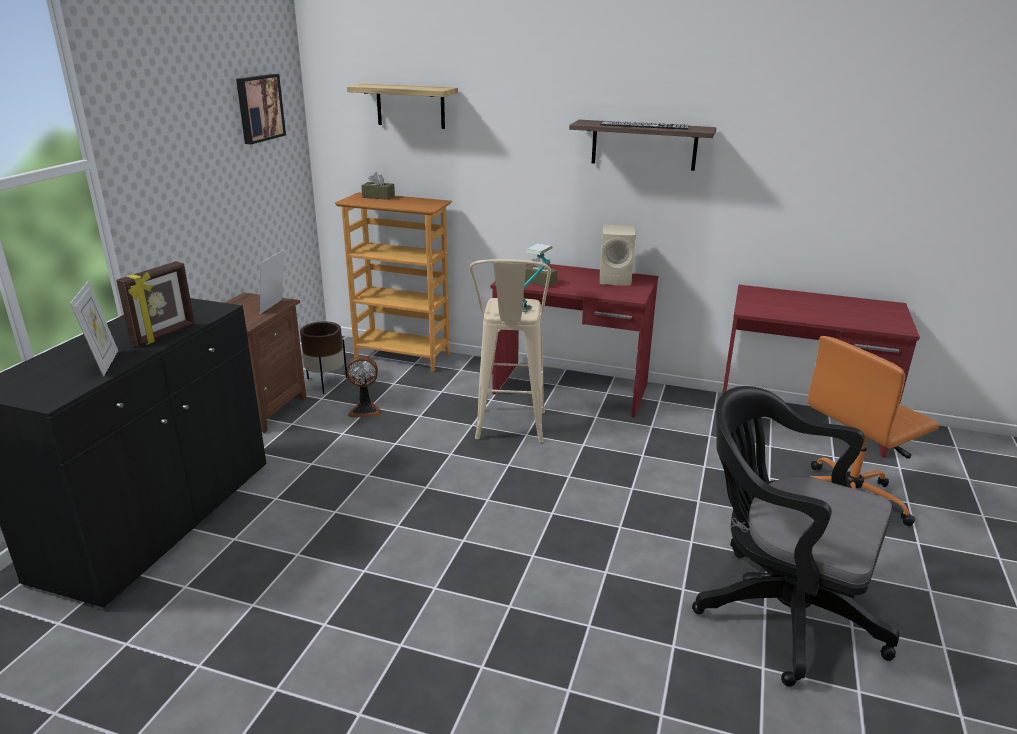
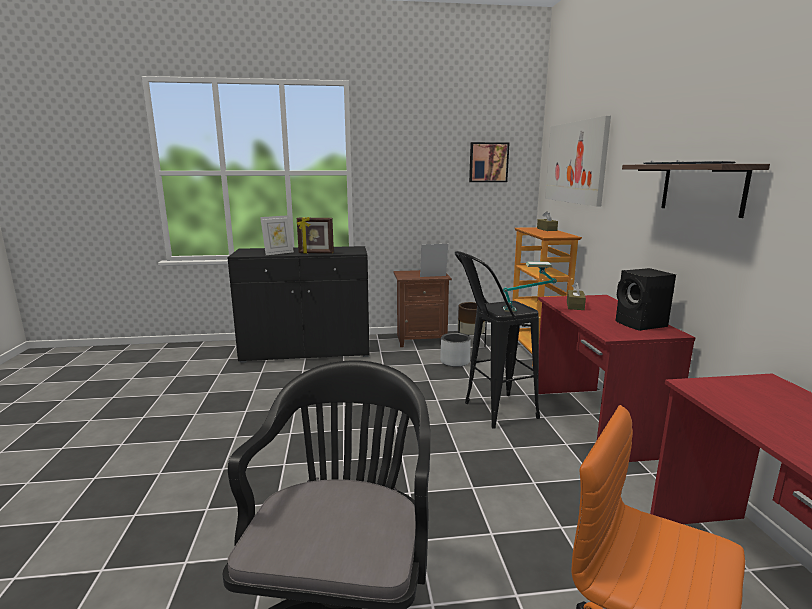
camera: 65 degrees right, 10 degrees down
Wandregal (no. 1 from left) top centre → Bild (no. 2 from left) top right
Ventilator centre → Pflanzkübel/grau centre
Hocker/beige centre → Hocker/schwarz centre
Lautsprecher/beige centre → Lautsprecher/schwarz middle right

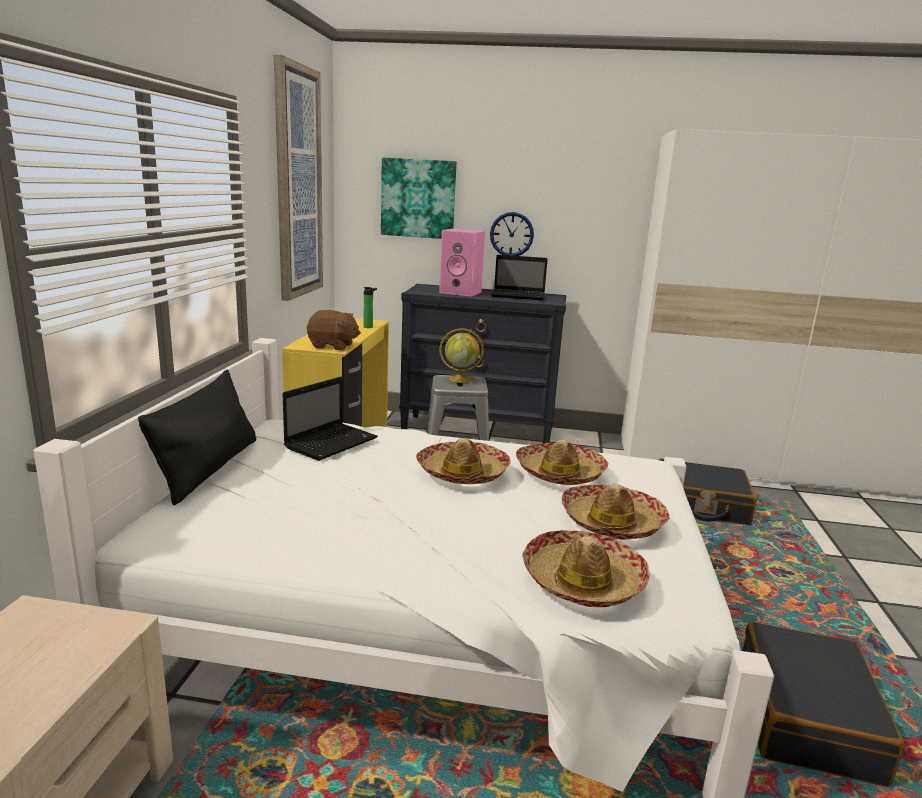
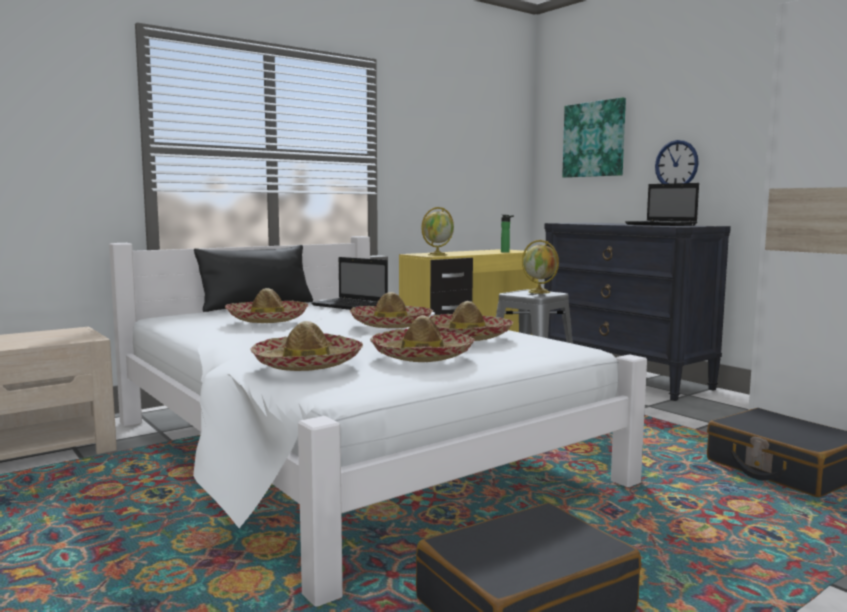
camera: 45 degrees right, 10 degrees down
Bild (no. 1 from left) top left → -
Lautsprecher/rosa top centre → -
- → Hut (no. 1 from left) middle left
Plüschtier/braun centre → Globus (no. 1 from left) centre
Laptop (no. 1 from left) centre, 45 degrees clockwise

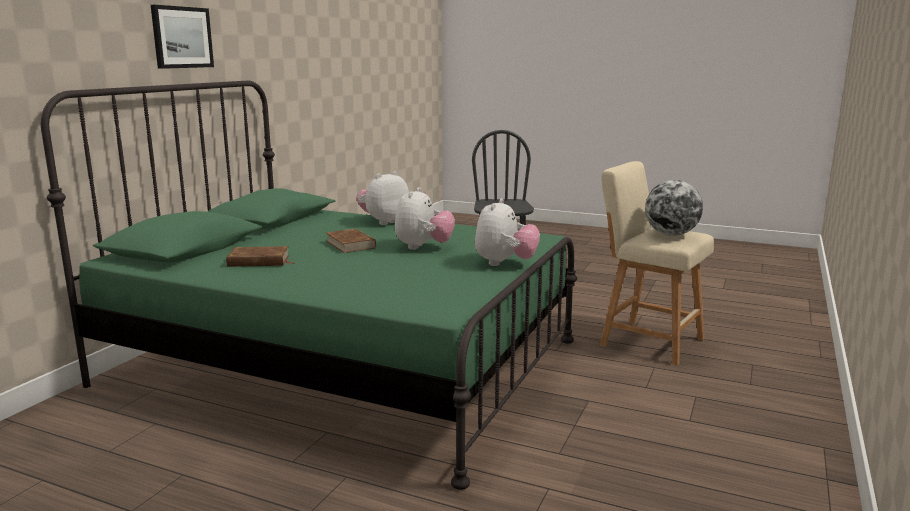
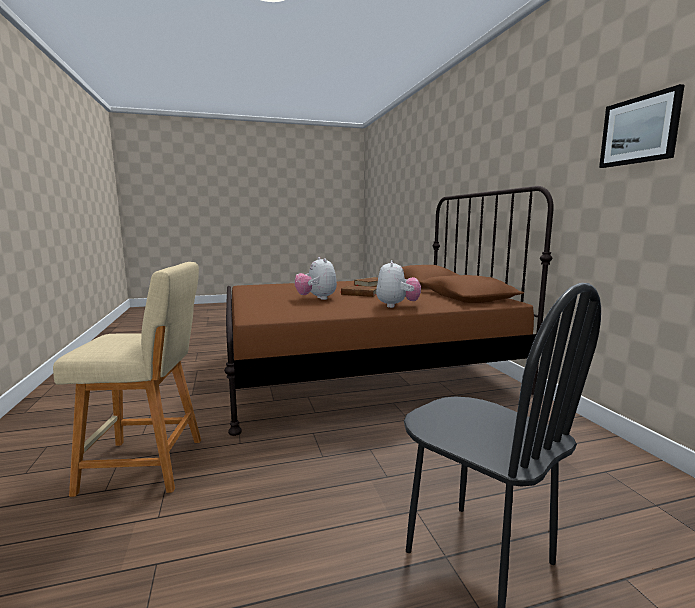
camera: 140 degrees right, 5 degrees down
Plüschtier (no. 3 from left) centre → -
Globus middle right → -
Bild top left → Bild top right, shifted
Bett/grün centre → Bett/braun centre

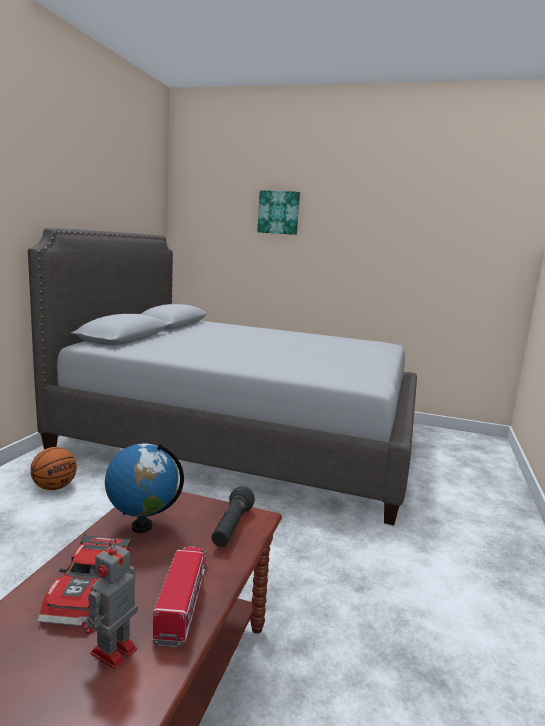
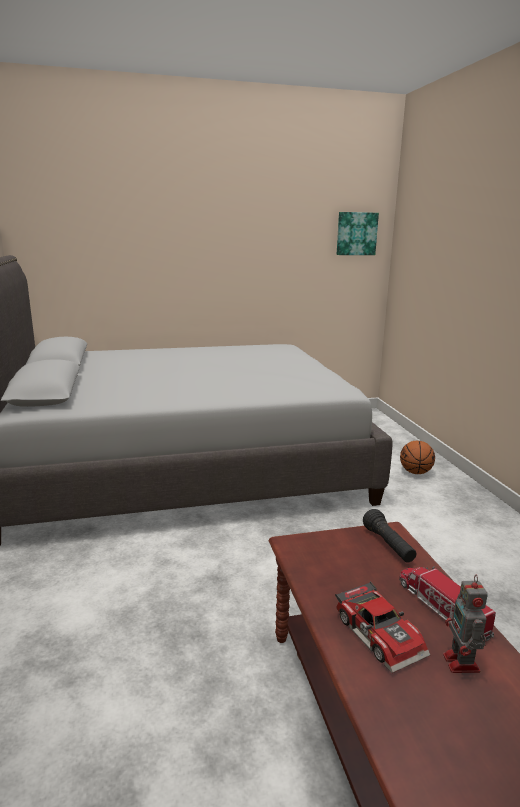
camera: 30 degrees left, 5 degrees up
Globus bottom left → -
Basketball middle left → Basketball middle right, shifted
Bild top centre → Bild top right, shifted

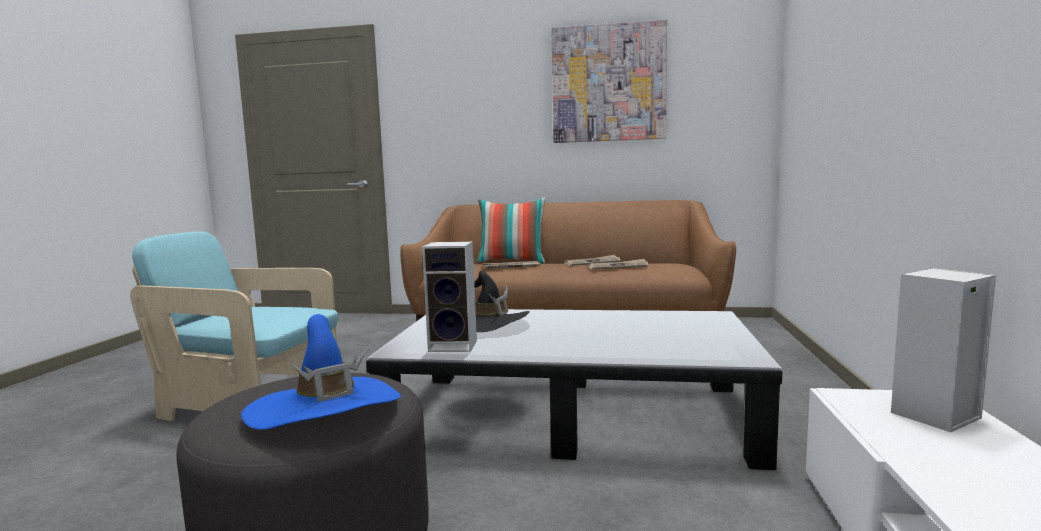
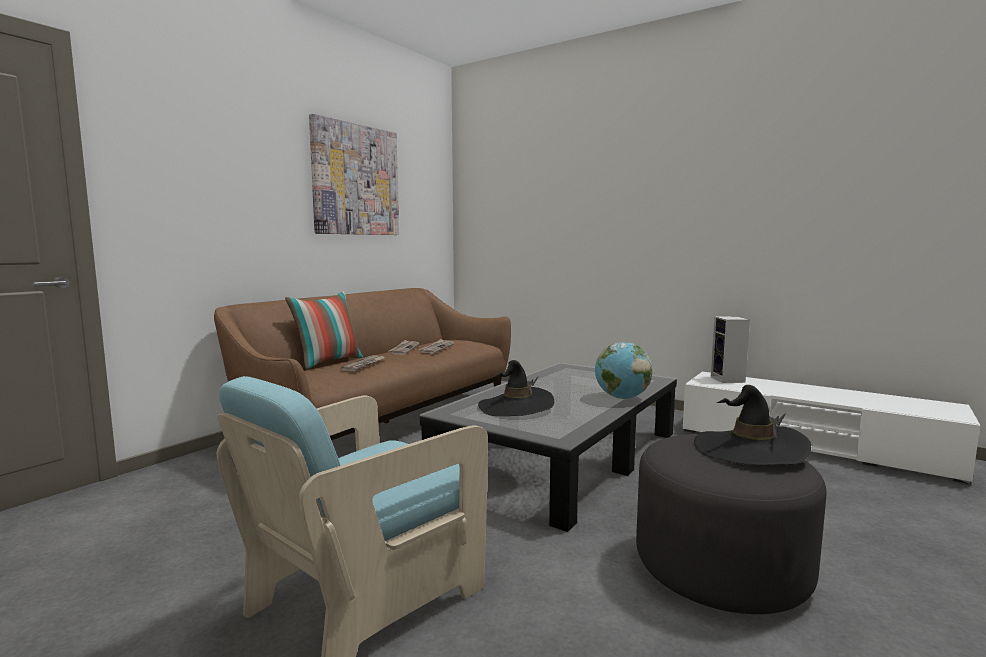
camera: 65 degrees left, 0 degrees up
Lautsprecher (no. 1 from left) centre → -
- → Globus centre
Hut/blau bottom left → Hut/schwarz (no. 2 from left) middle right

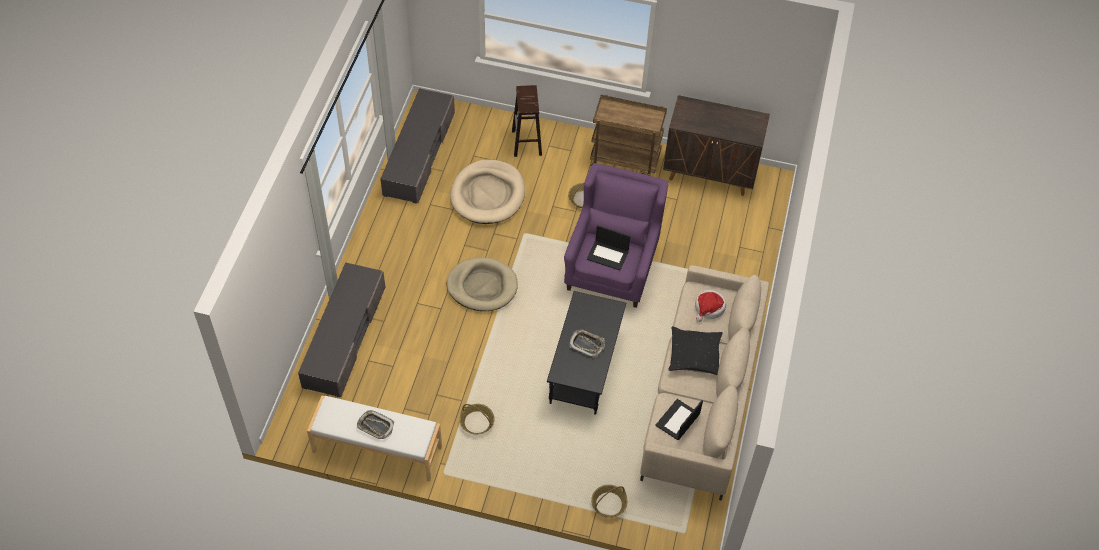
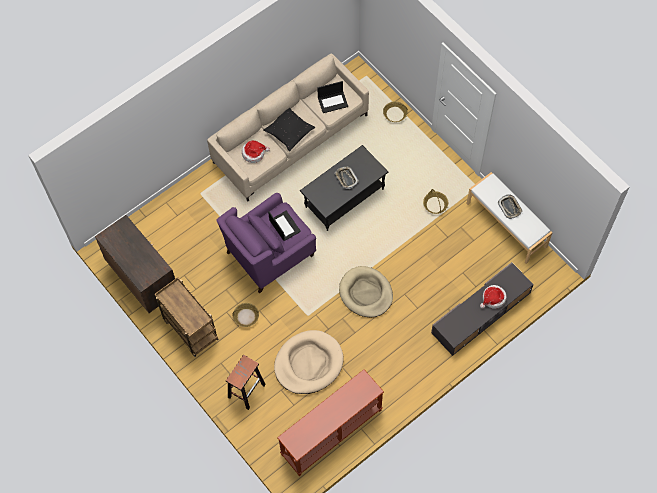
camera: 140 degrees left, 10 degrees up
- → Hut (no. 2 from left) middle right
Fernsehschrank/grau (no. 2 from left) top centre → Konsolentisch/braun bottom centre

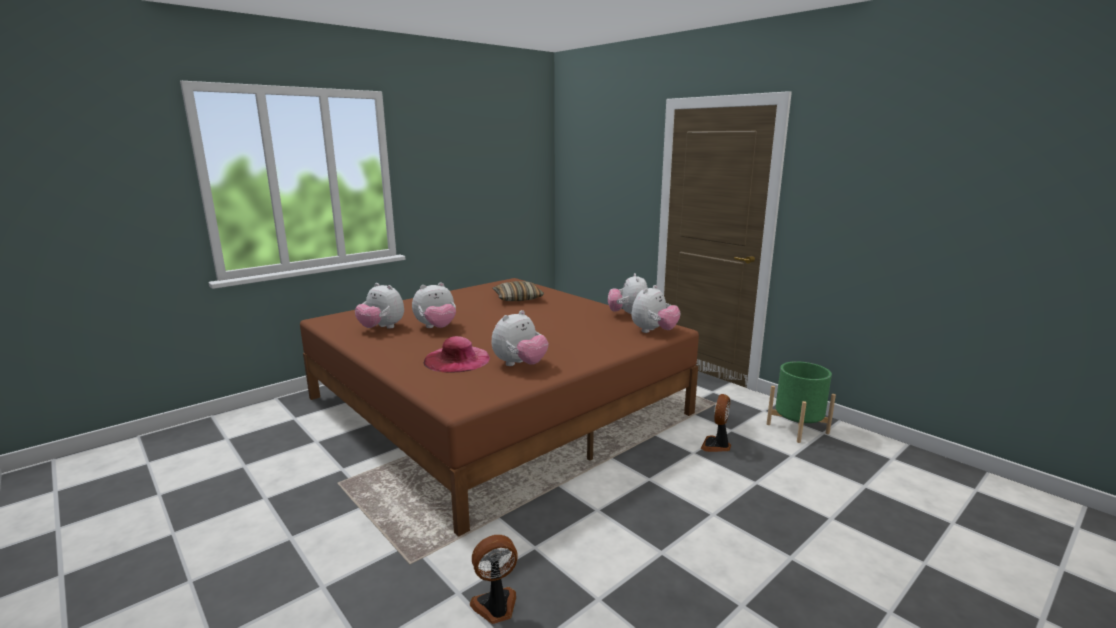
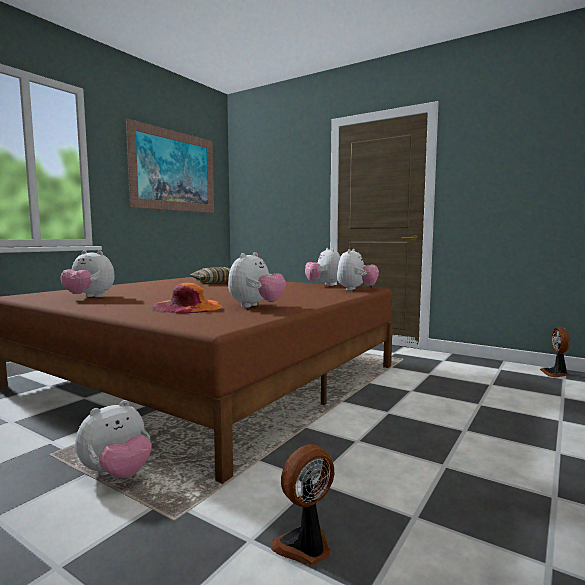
camera: 15 degrees left, 10 degrees down
Pflanzkübel/grün middle right → -
- → Bild top left
Plüschtier (no. 2 from left) centre → Plüschtier (no. 2 from left) bottom left, shifted
Ventilator (no. 2 from left) bottom centre → Ventilator (no. 2 from left) middle right, shifted
Hut/rosa centre → Hut/orange middle left

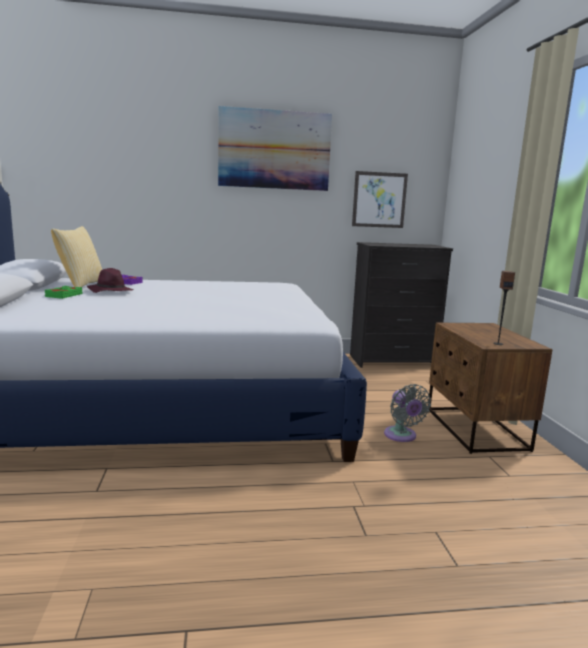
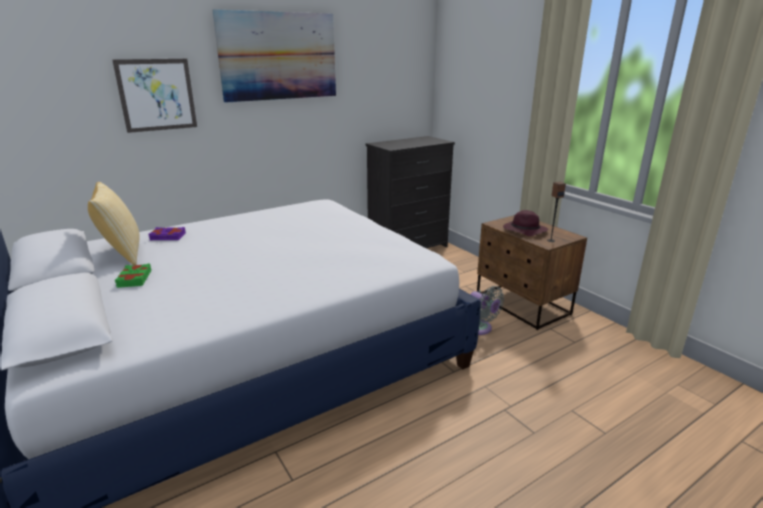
camera: 25 degrees left, 10 degrees up
Hut/lila middle left → Hut/lila middle right, shifted
Bild (no. 2 from left in the first image) top centre → Bild (no. 1 from left) top left, shifted

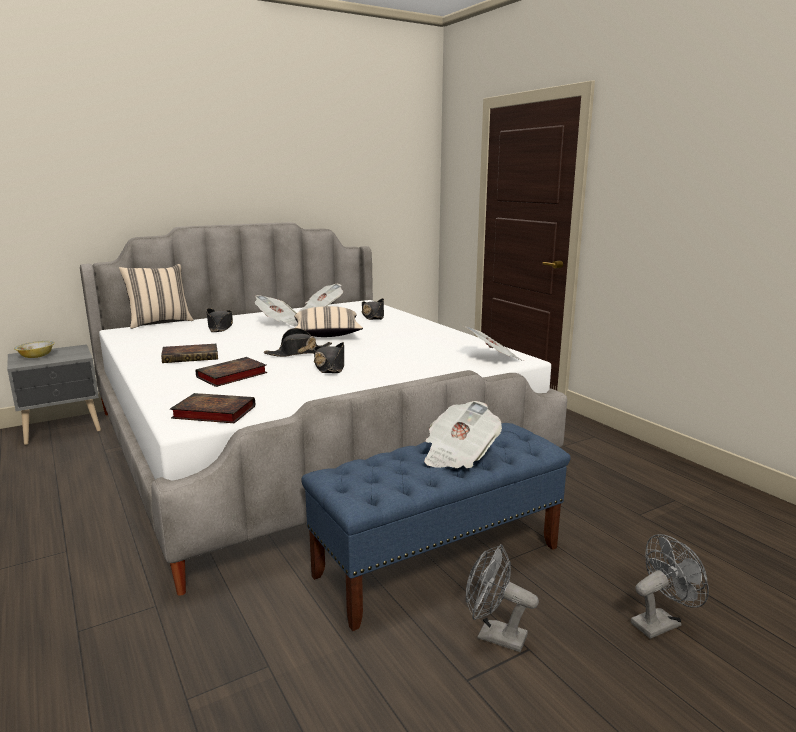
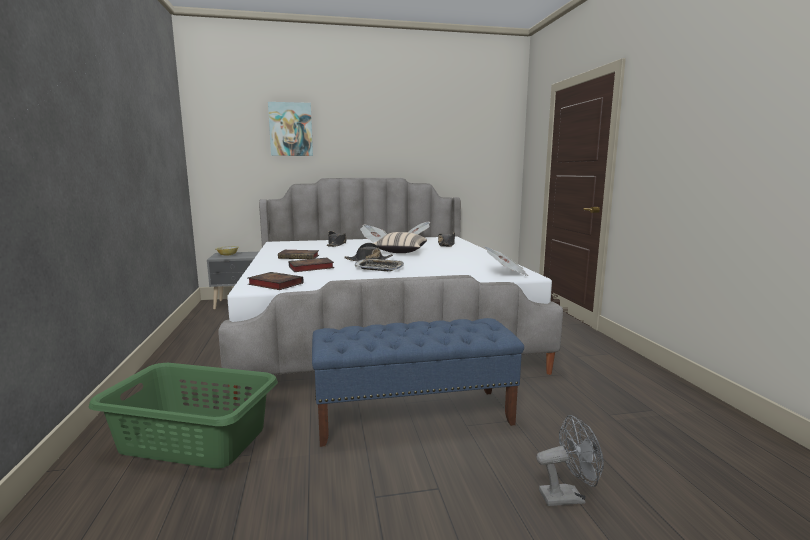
camera: 20 degrees right, 5 degrees down
Kissen/beige (no. 1 from left) middle left → -
Zeitung (no. 3 from left) centre → -
Ventilator/grau (no. 1 from left) bottom centre → -
- → Wäschekorb/grün bottom left
- → Bild top centre
Hut/schwarz (no. 3 from left) centre → Tablett centre

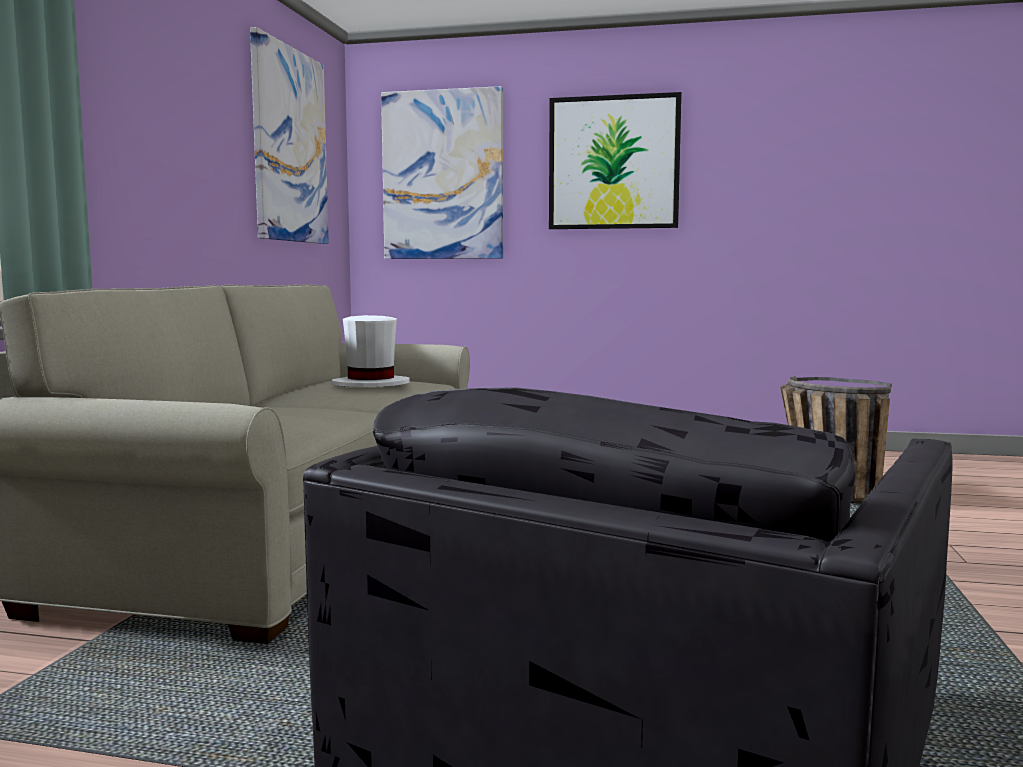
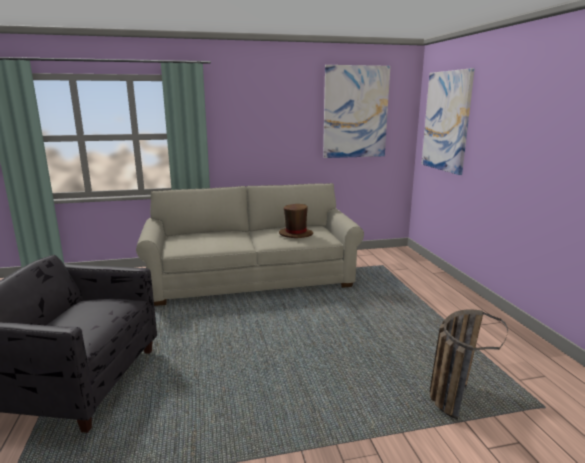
camera: 65 degrees right, 10 degrees up
Bild (no. 3 from left) top centre → -
Hut/weiß centre → Hut/braun centre

